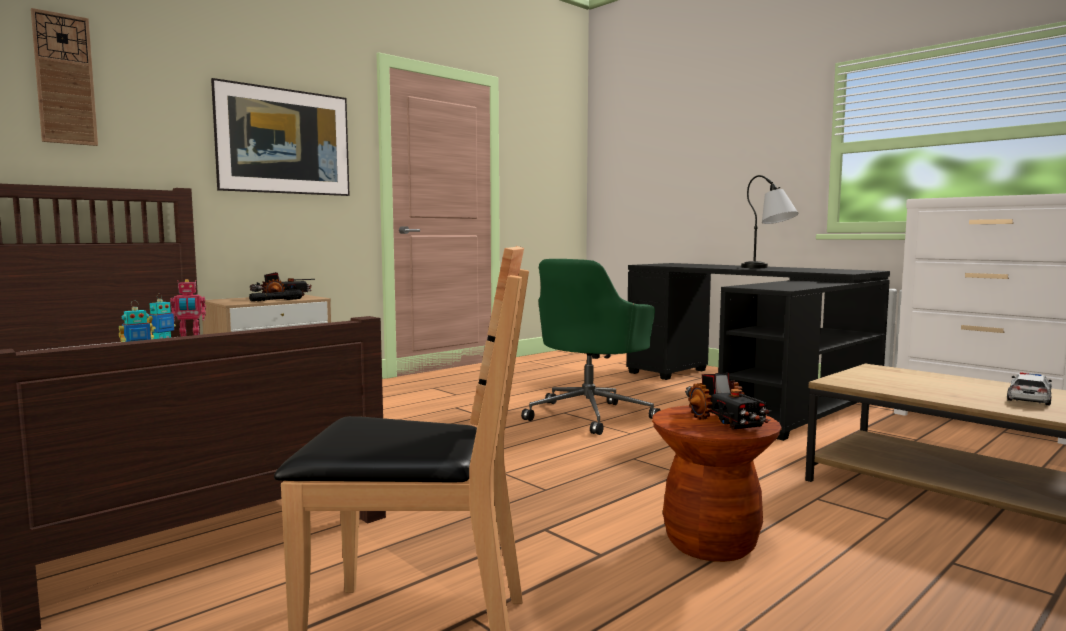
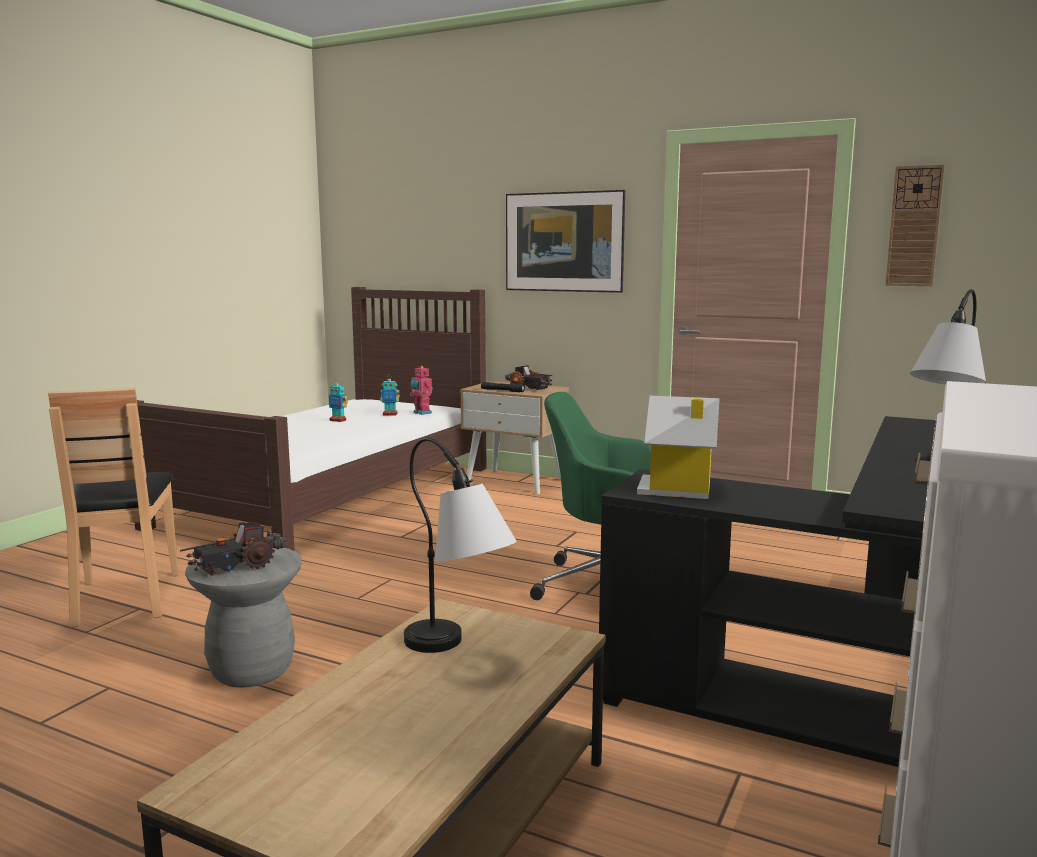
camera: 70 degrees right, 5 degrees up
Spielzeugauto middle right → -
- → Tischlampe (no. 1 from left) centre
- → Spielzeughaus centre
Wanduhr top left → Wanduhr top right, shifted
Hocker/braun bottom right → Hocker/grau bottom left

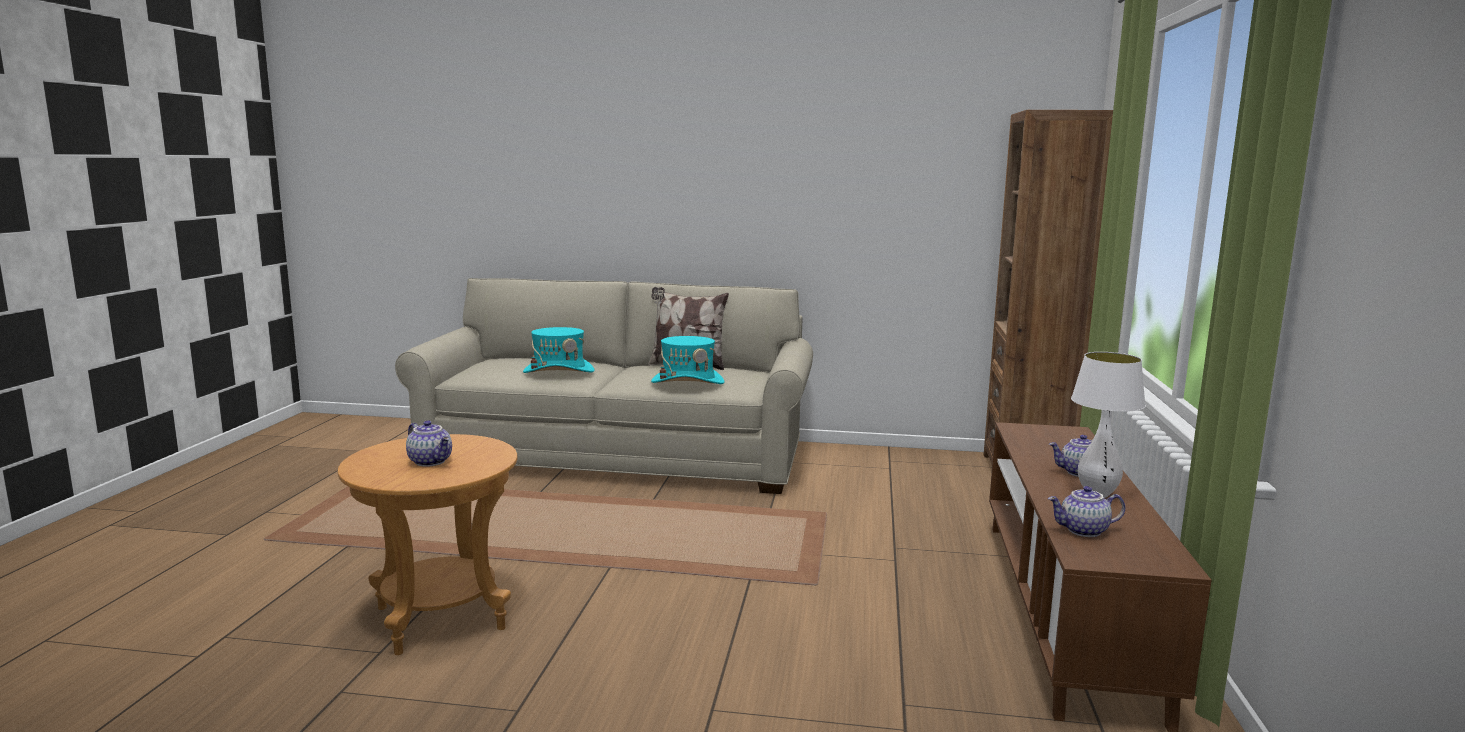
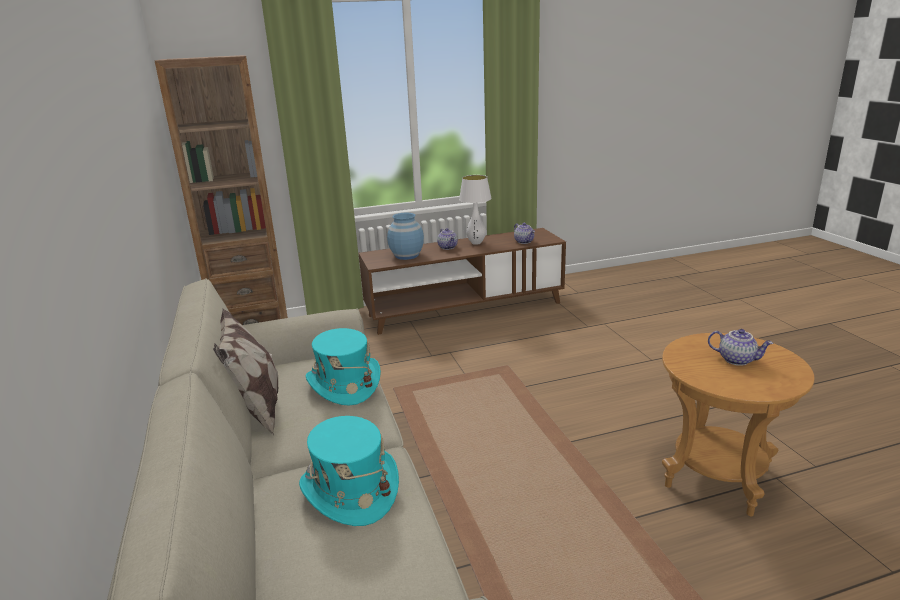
camera: 115 degrees left, 10 degrees up
- → Vase/blau centre
Teekanne (no. 1 from left in the first image) middle left → Teekanne (no. 3 from left) middle right, 105 degrees clockwise

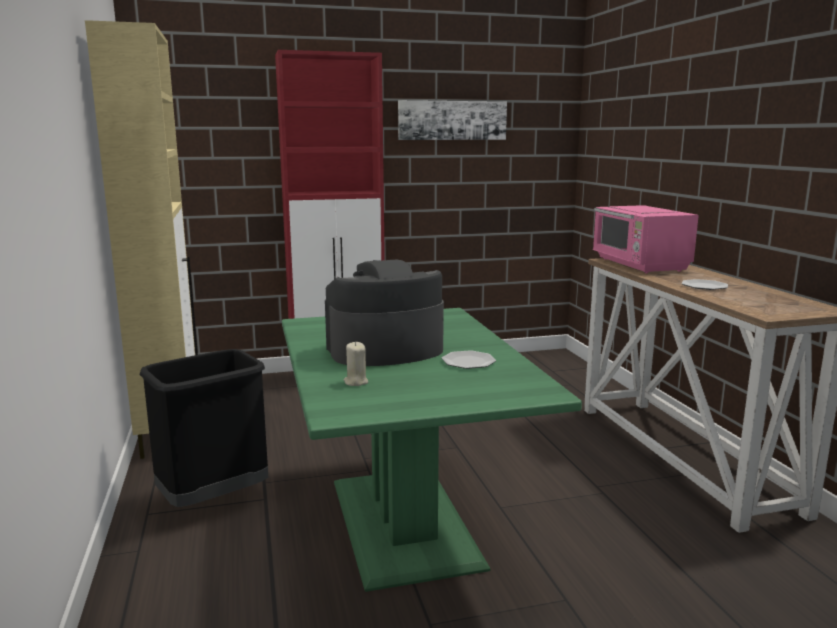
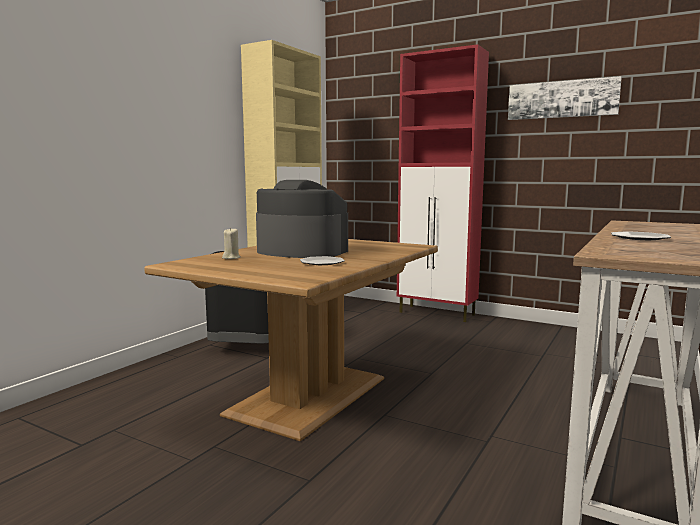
camera: 45 degrees right, 5 degrees down
Mikrowelle/rosa middle right → -
Esstisch/grün bottom centre → Esstisch/braun centre

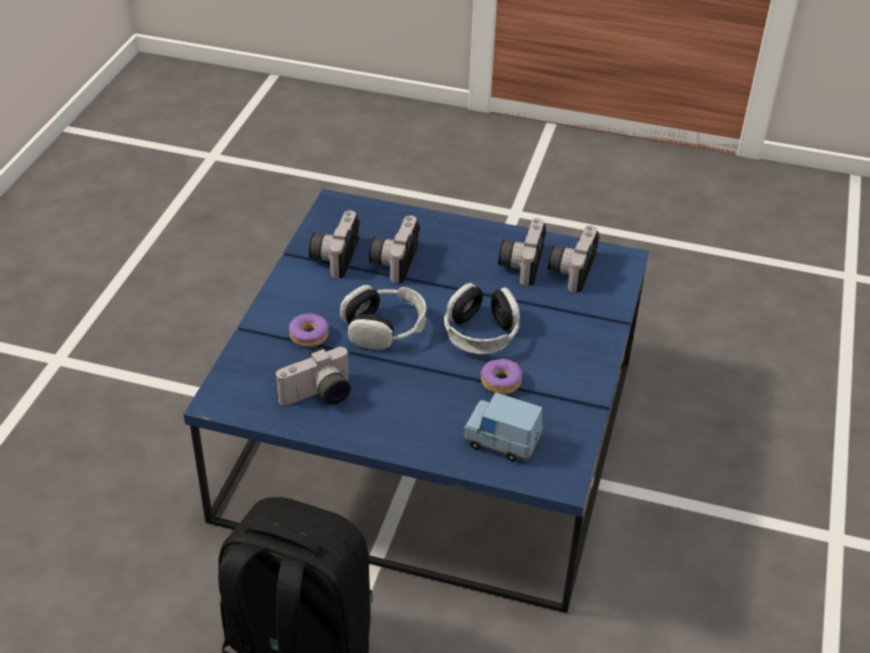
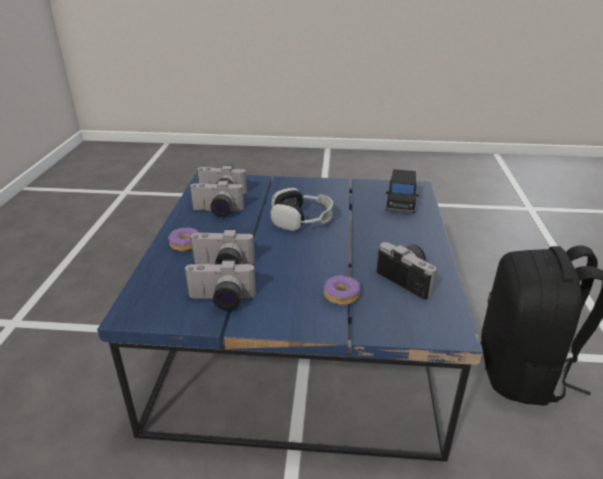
camera: 100 degrees left, 10 degrees down
Kopfhörer (no. 1 from left) centre → -
Donut (no. 2 from left in the first image) centre → Donut (no. 1 from left) middle left, shifted
Spielzeugauto/blau centre → Spielzeugauto/schwarz middle right

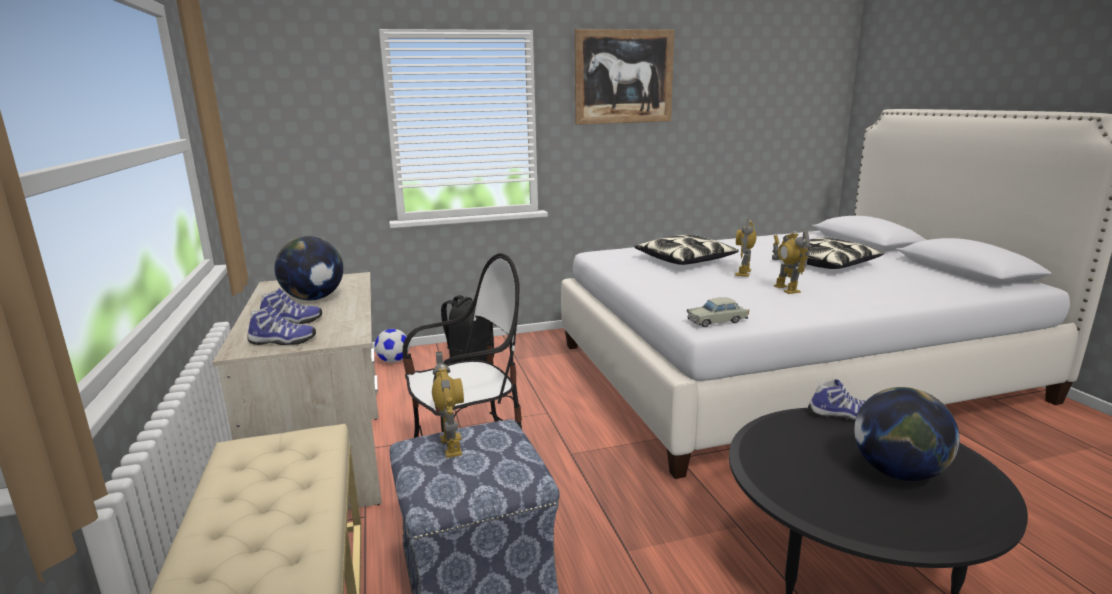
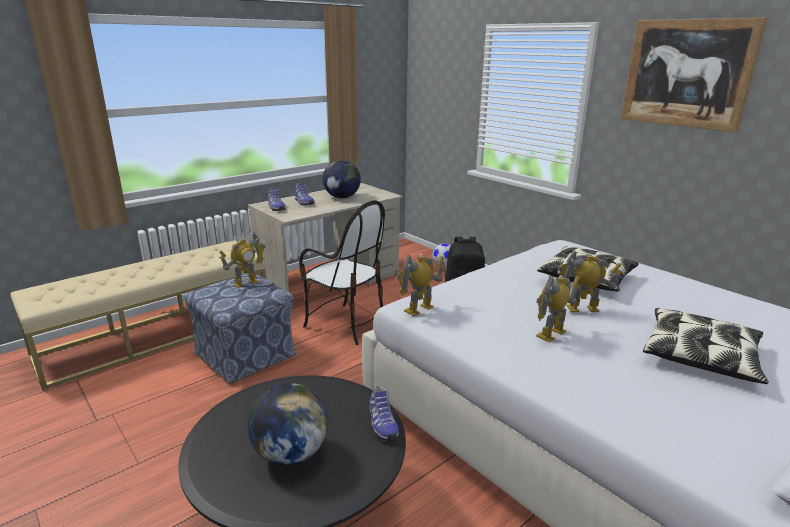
camera: 65 degrees right, 5 degrees up
Spielzeugauto/beige centre → Spielzeugroboter (no. 2 from left) centre

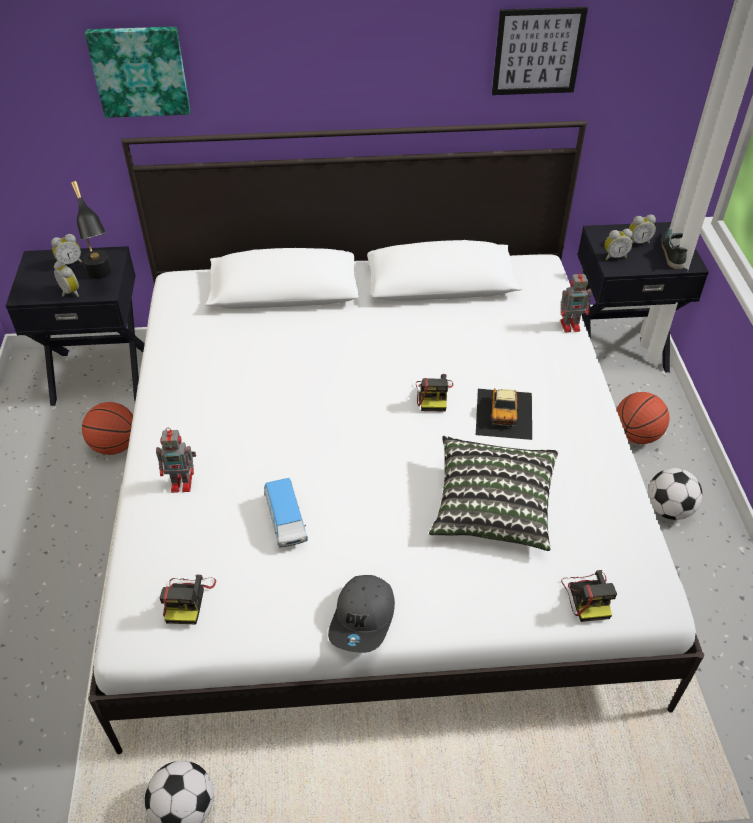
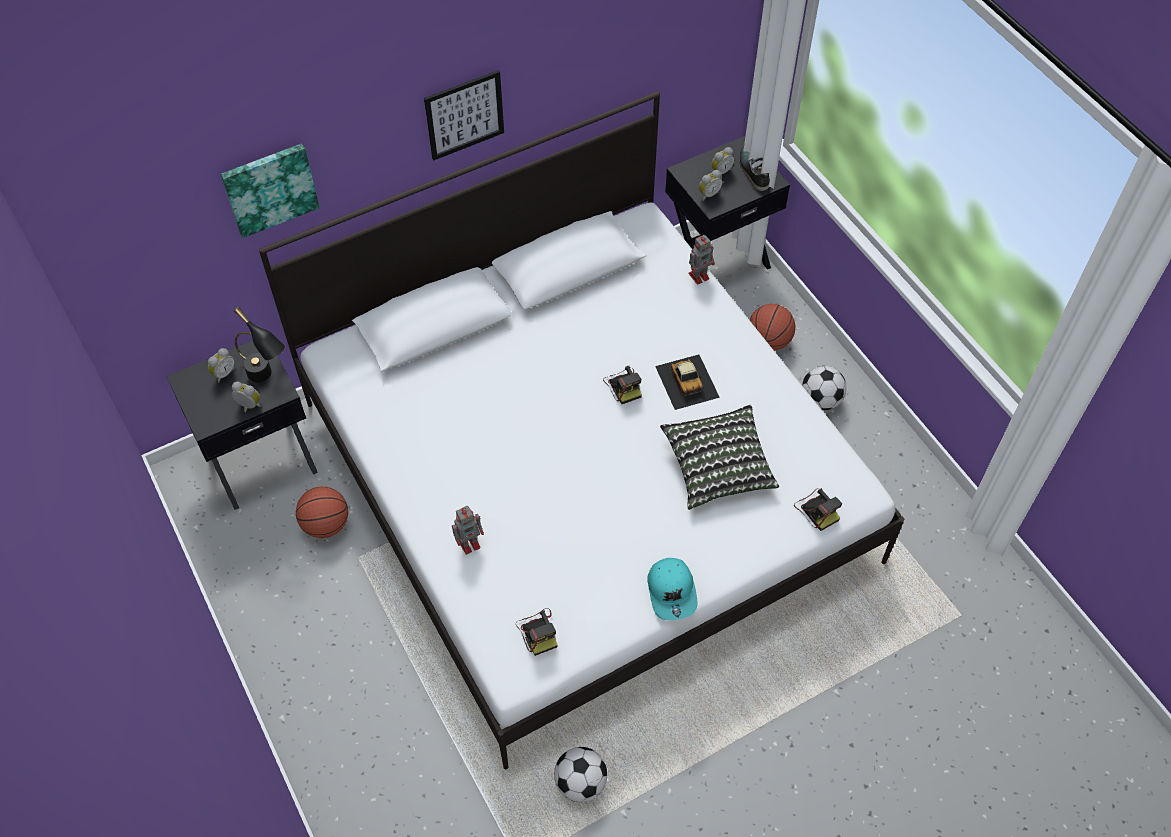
camera: 25 degrees left, 10 degrees up
Spielzeugauto (no. 1 from left) centre → -
Bild (no. 2 from left) top right → Bild (no. 2 from left) top centre, shifted
Kappe/grau bottom centre → Kappe/türkis bottom centre

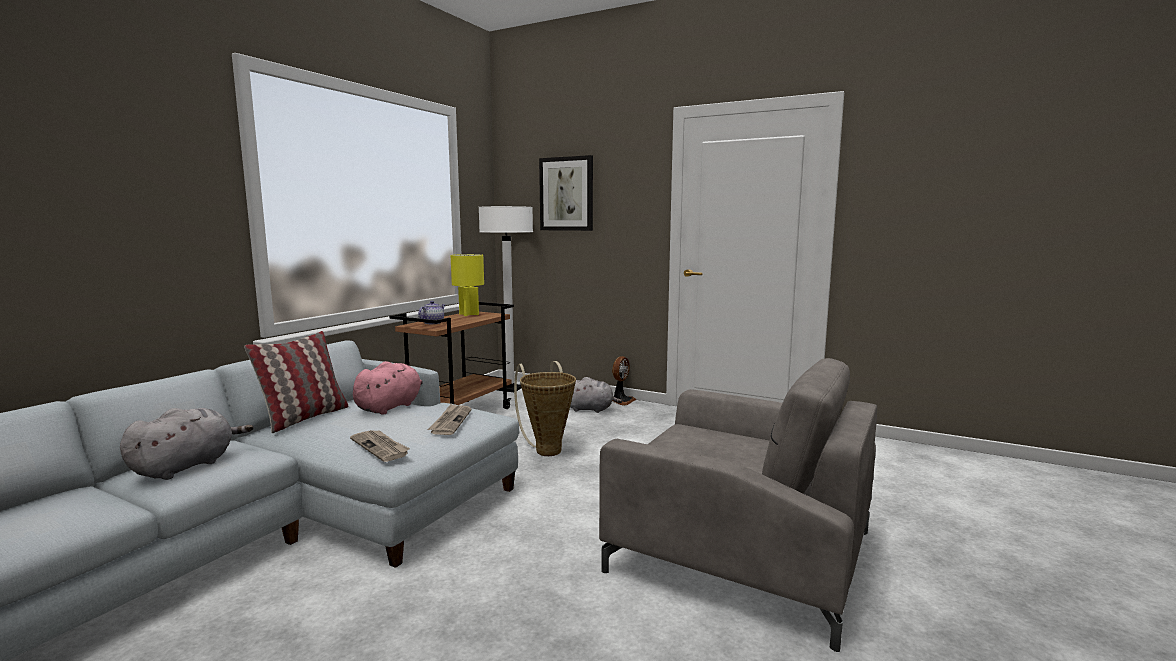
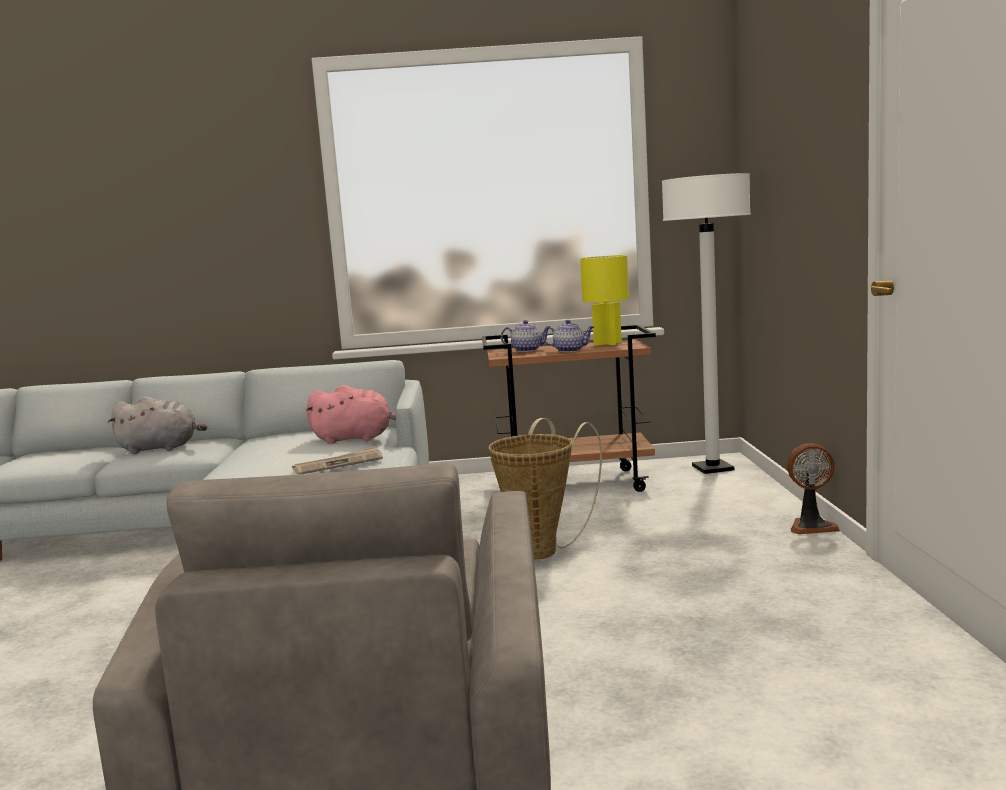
camera: 60 degrees right, 0 degrees up
Kissen middle left → -
Zeitung (no. 1 from left) bottom left → -
Bild top centre → -
Plüschtier/grau (no. 2 from left) centre → -
- → Teekanne (no. 2 from left) centre

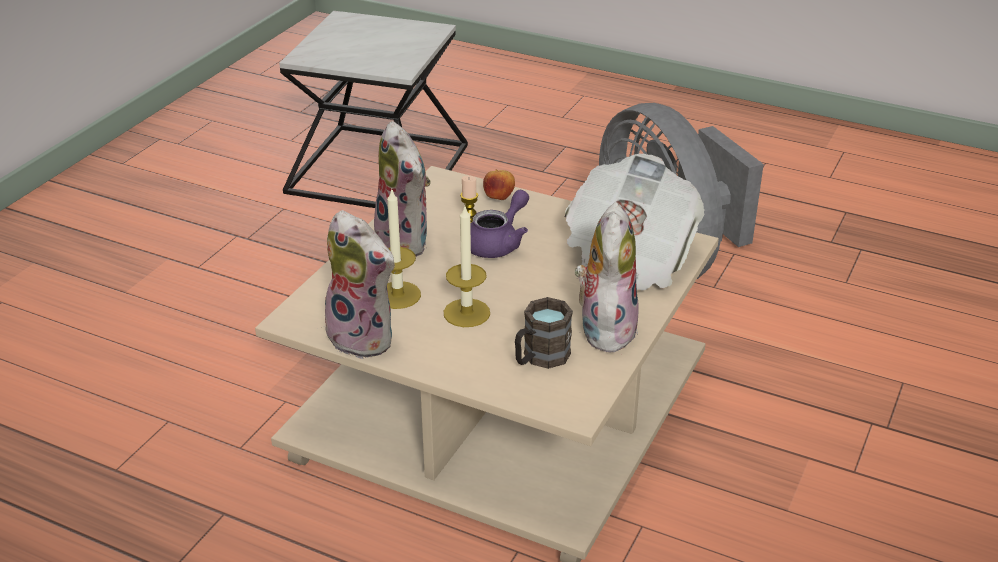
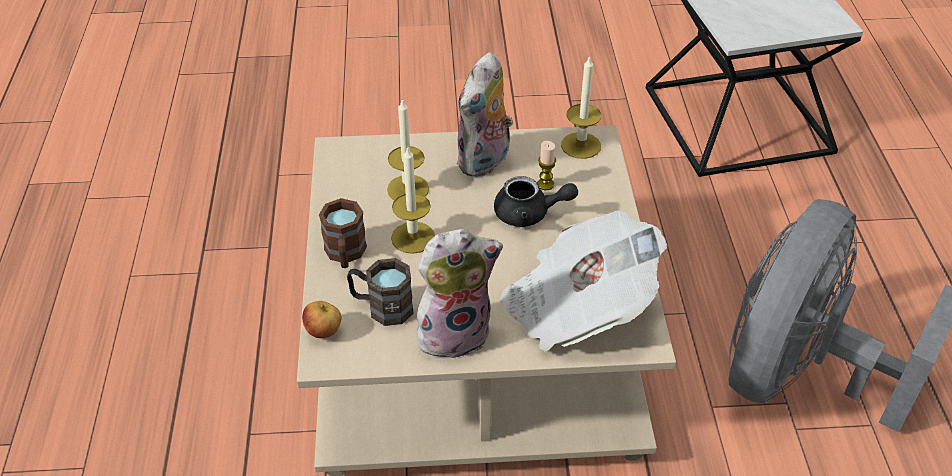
camera: 60 degrees right, 10 degrees up
Plüschtier (no. 1 from left) centre → -
- → Henkelbecher/braun (no. 1 from left) centre
- → Kerze (no. 4 from left) top centre
Apfel top centre → Apfel bottom centre, shifted
Teekanne/lila centre → Teekanne/schwarz centre

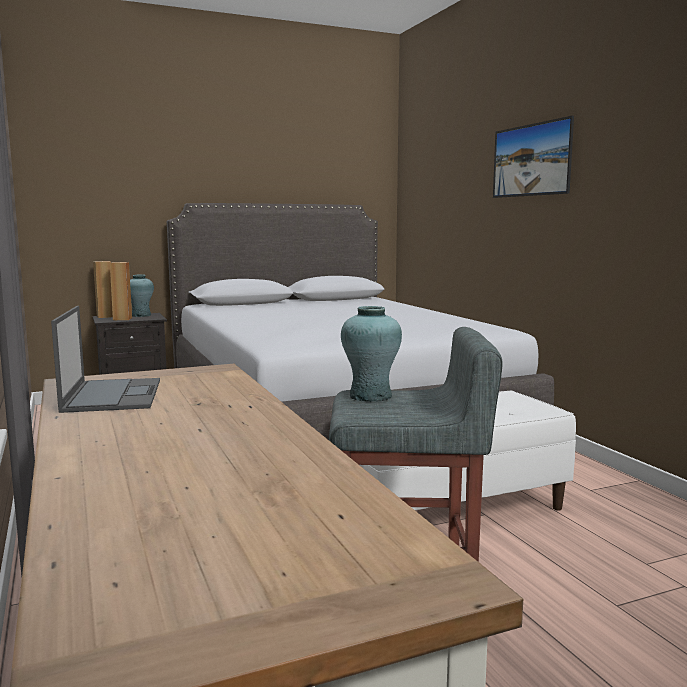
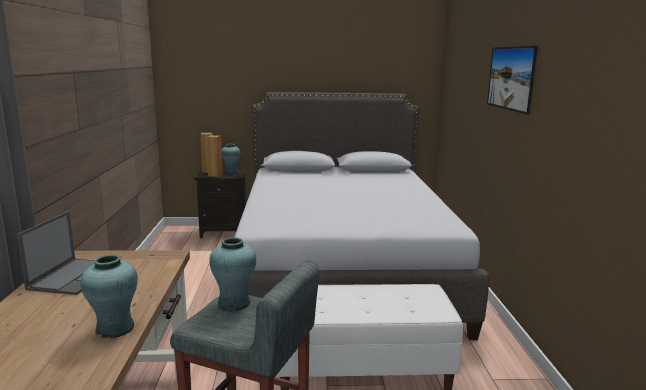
camera: 20 degrees right, 5 degrees up
- → Vase/türkis (no. 1 from left) bottom left

